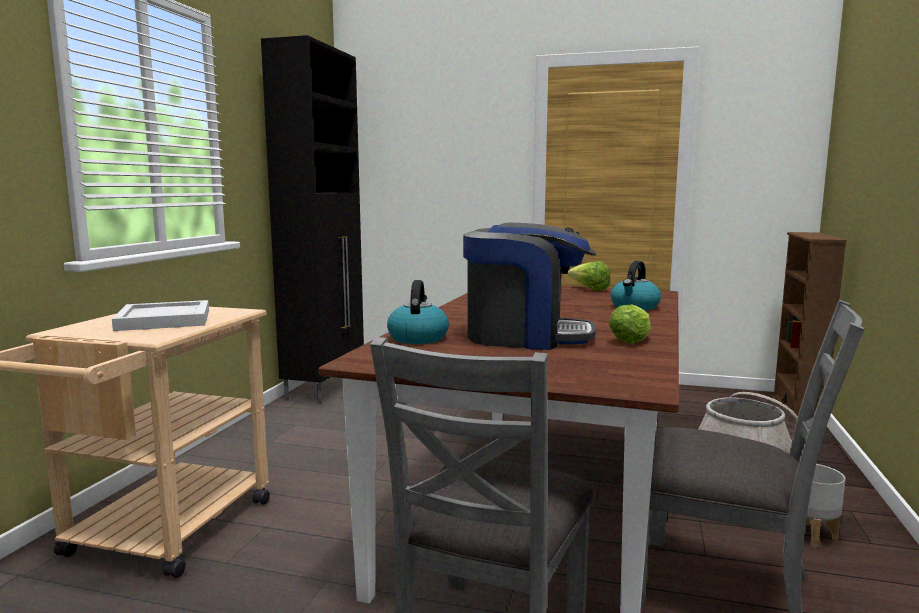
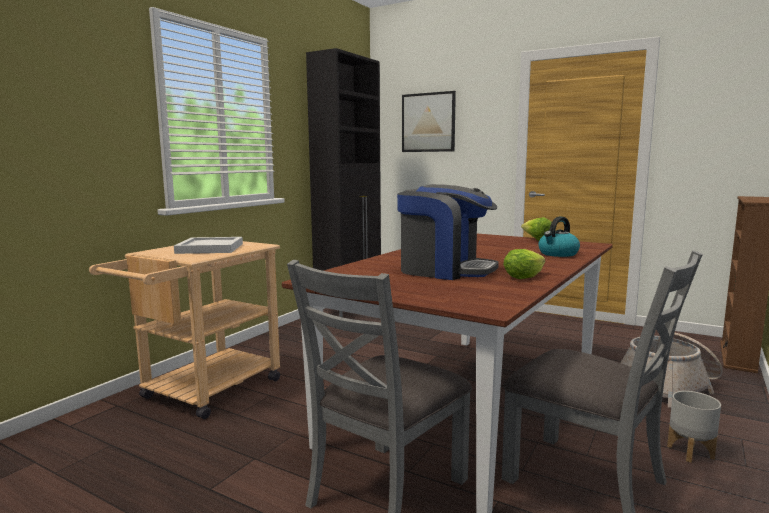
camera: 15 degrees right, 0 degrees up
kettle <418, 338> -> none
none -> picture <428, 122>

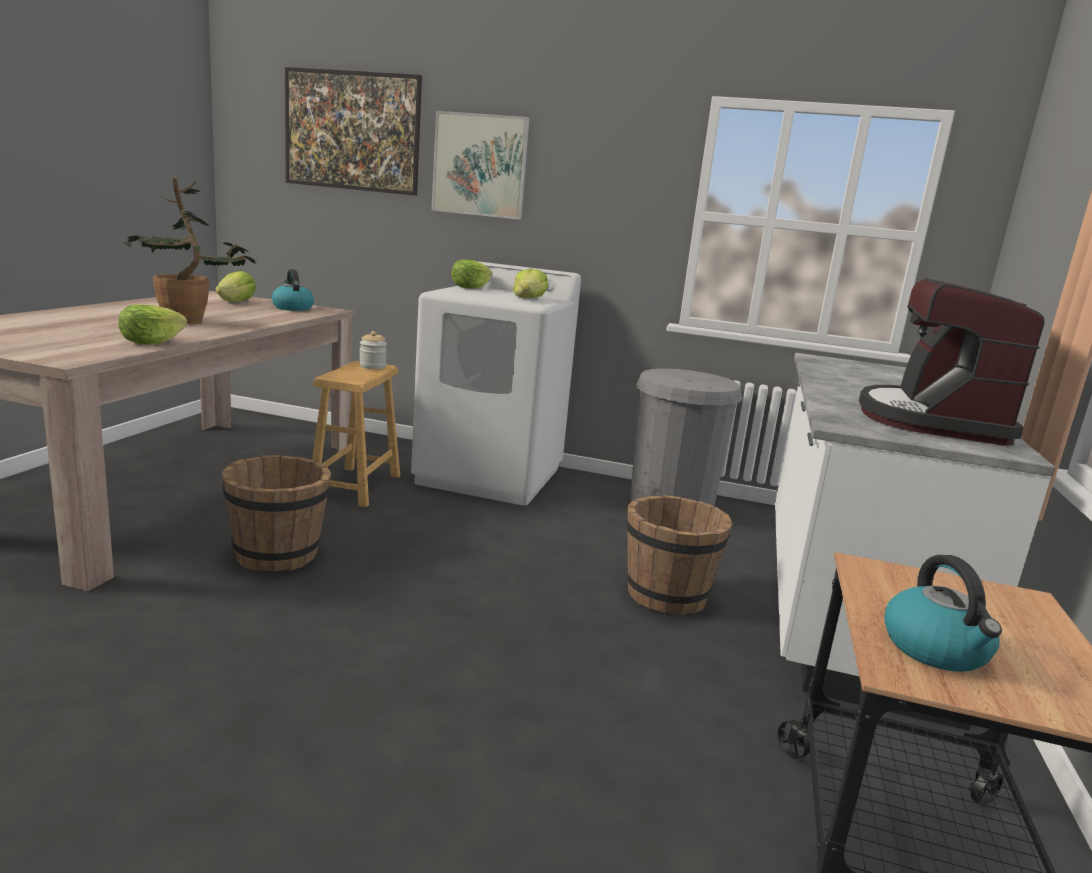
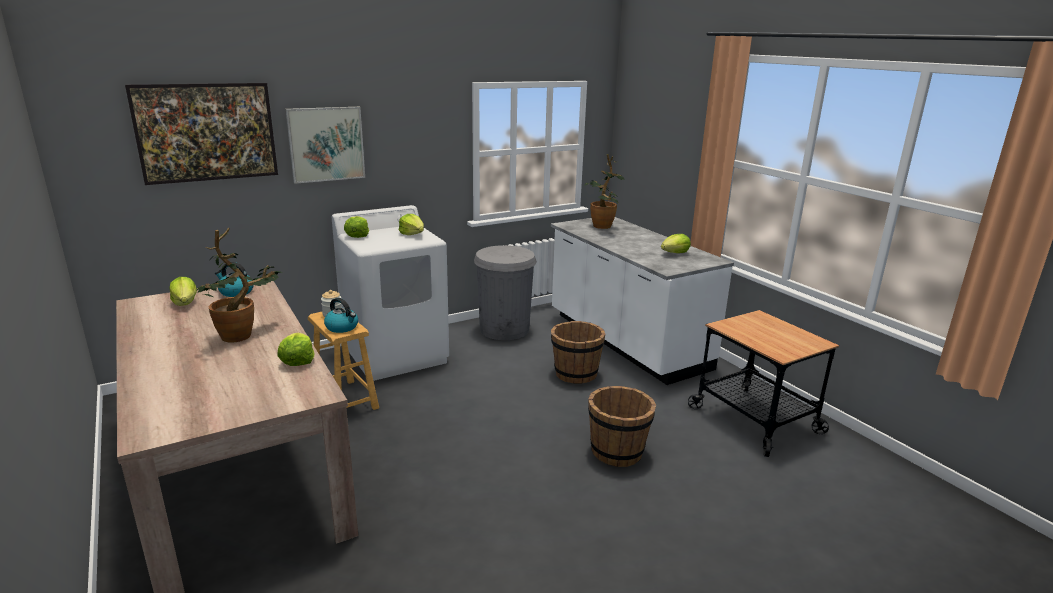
camera: 45 degrees left, 5 degrees up
coffee machine <932, 421> -> lettuce <675, 253>
brown bucket <278, 554> -> brown bucket <617, 451>, move
kettle <936, 649> -> kettle <342, 327>, move
none -> potted plant <602, 227>

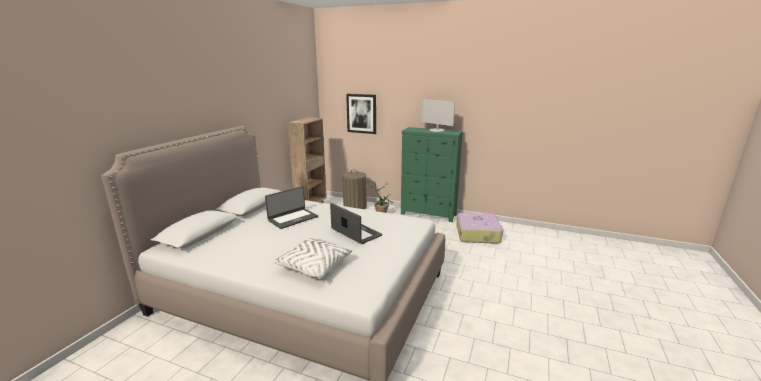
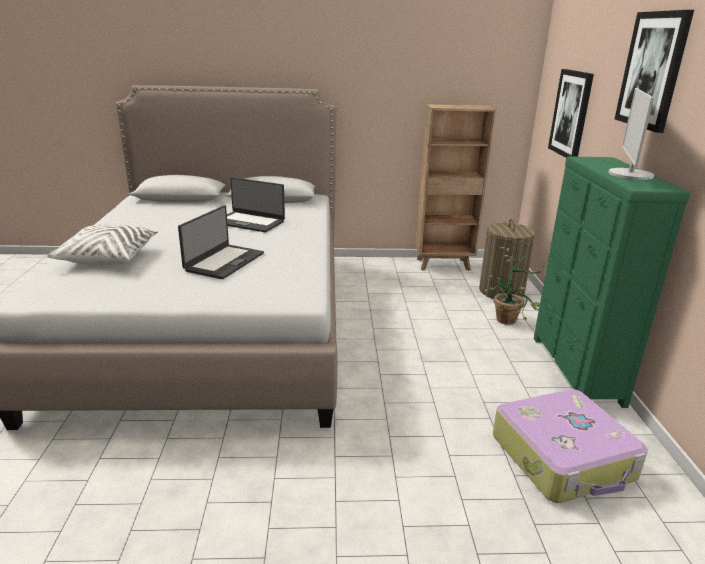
camera: 65 degrees right, 5 degrees up
none -> picture <652, 70>

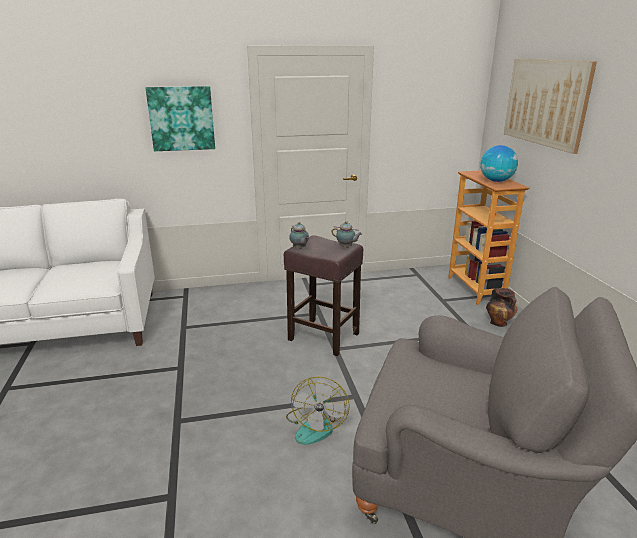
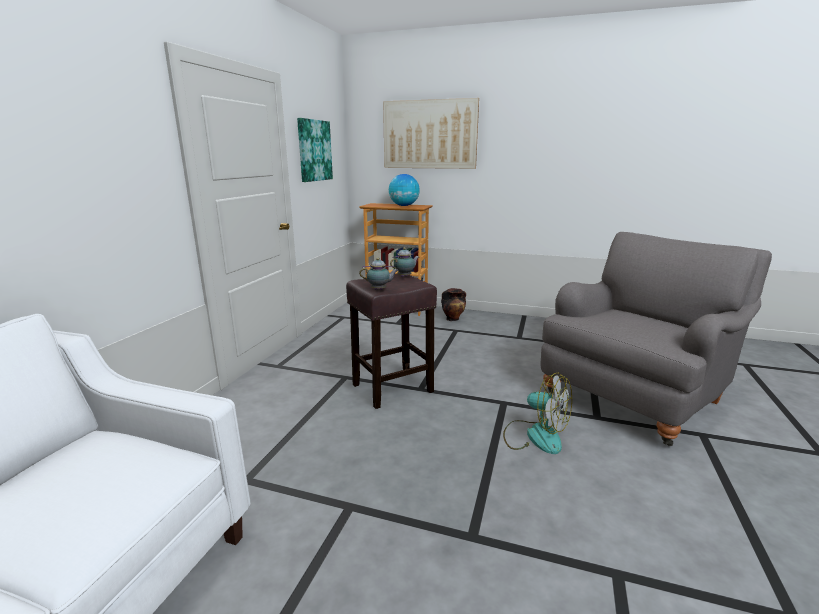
camera: 60 degrees left, 5 degrees down
picture <181, 118> -> picture <314, 150>, move

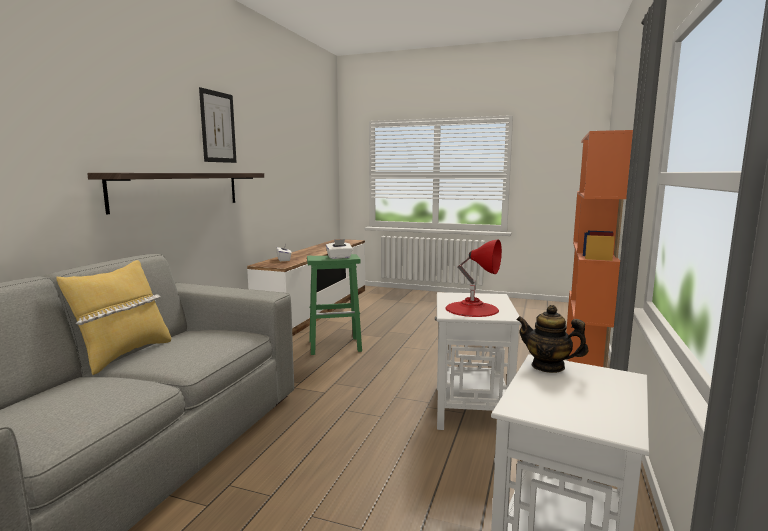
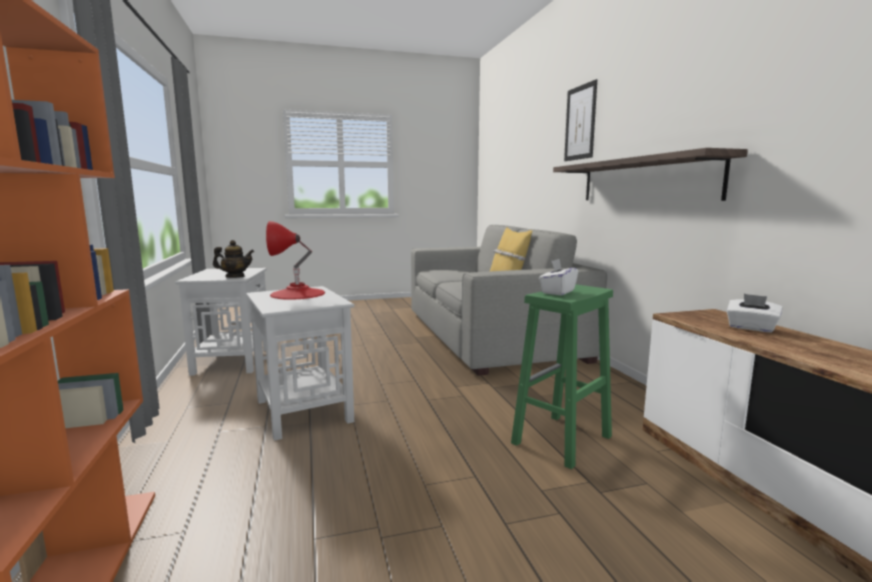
camera: 145 degrees right, 0 degrees up
picture <218, 127> -> picture <580, 122>, move

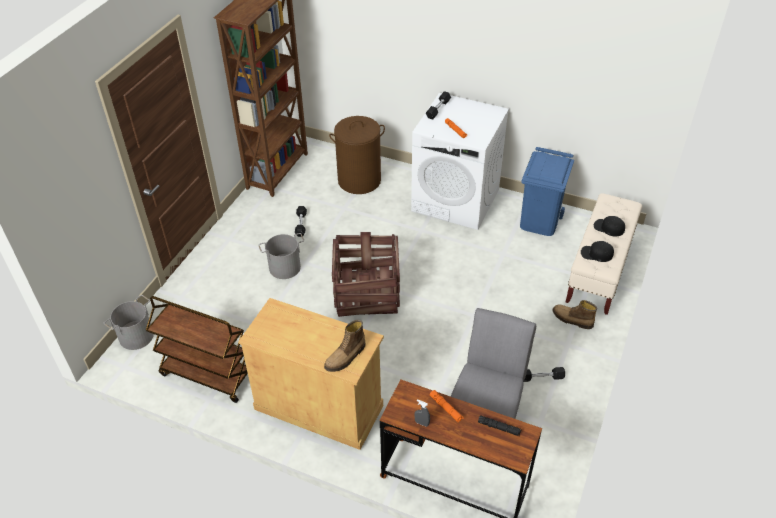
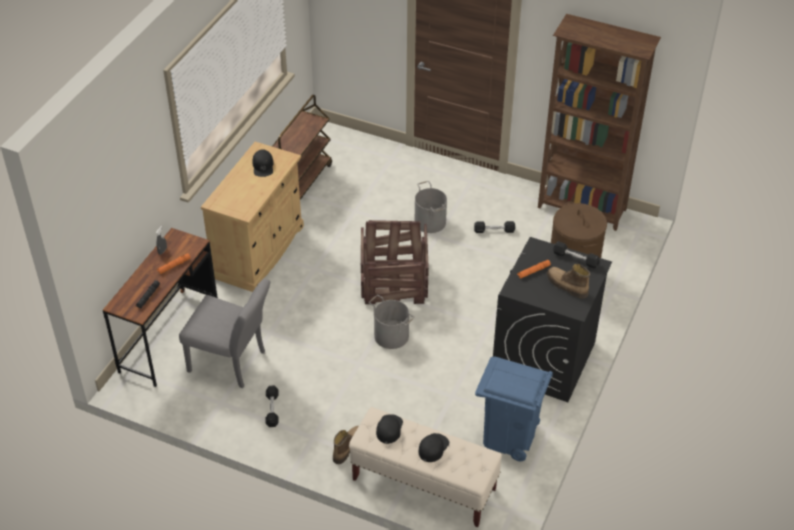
camera: 90 degrees right, 0 degrees up
white washing machine <456, 200> -> black washing machine <543, 359>
grey bucket <136, 336> -> grey bucket <391, 335>, move
boot <346, 357> -> boot <566, 286>, move
none -> black cap <263, 166>

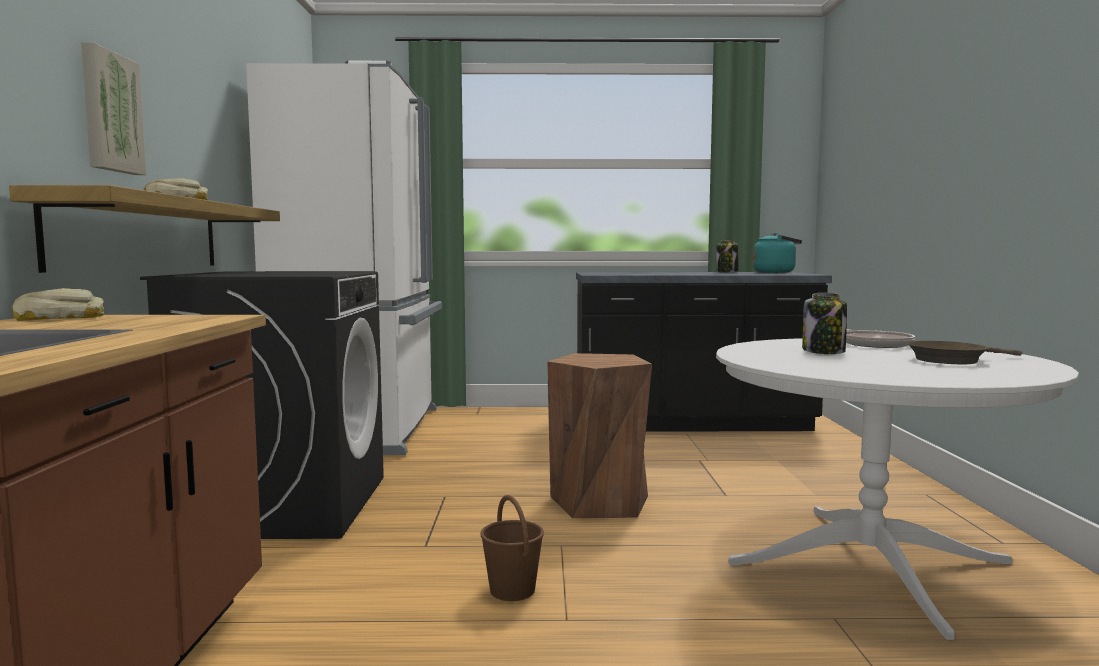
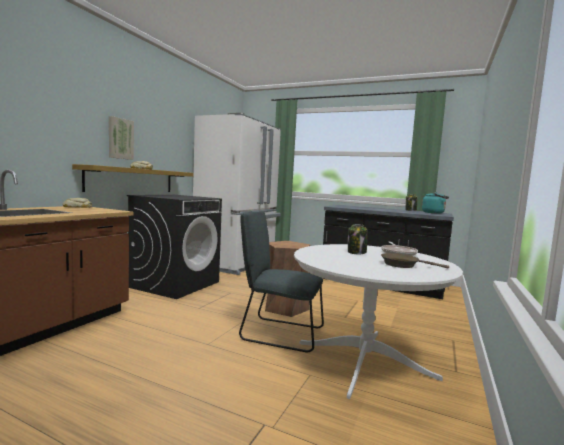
camera: 25 degrees right, 0 degrees up
brown bucket <512, 590> -> none
none -> grey chair <278, 333>

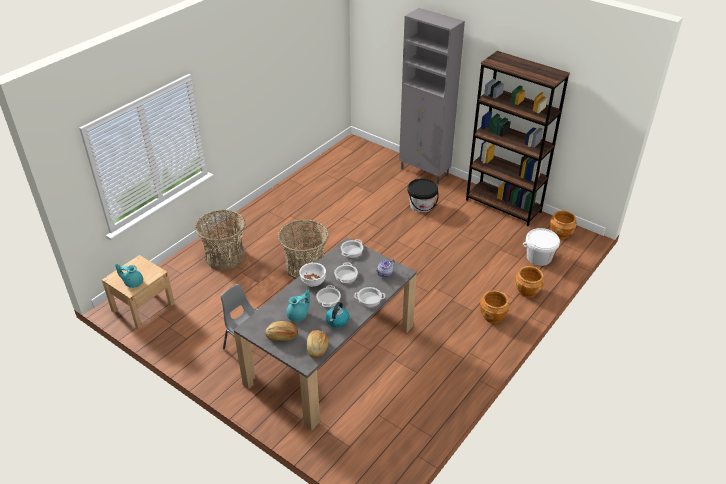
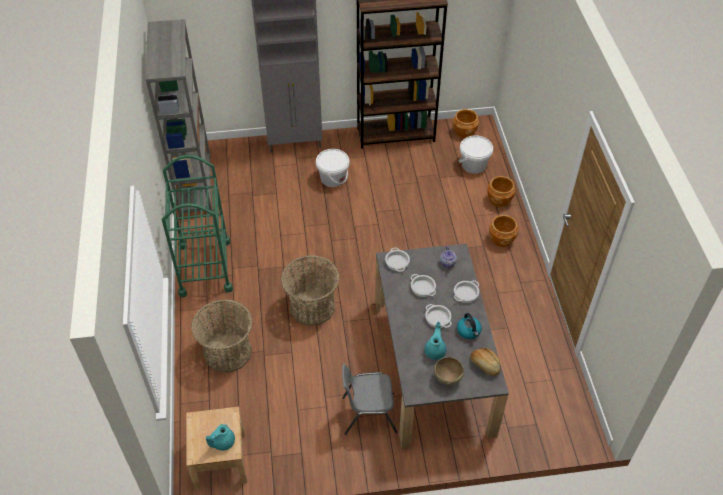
camera: 45 degrees left, 10 degrees up
black bucket <421, 205> -> white bucket <333, 178>
white bowl <313, 282> -> none
bread <281, 336> -> brown bowl <447, 378>
none -> grey bookcase <195, 186>
none -> green cart <205, 267>

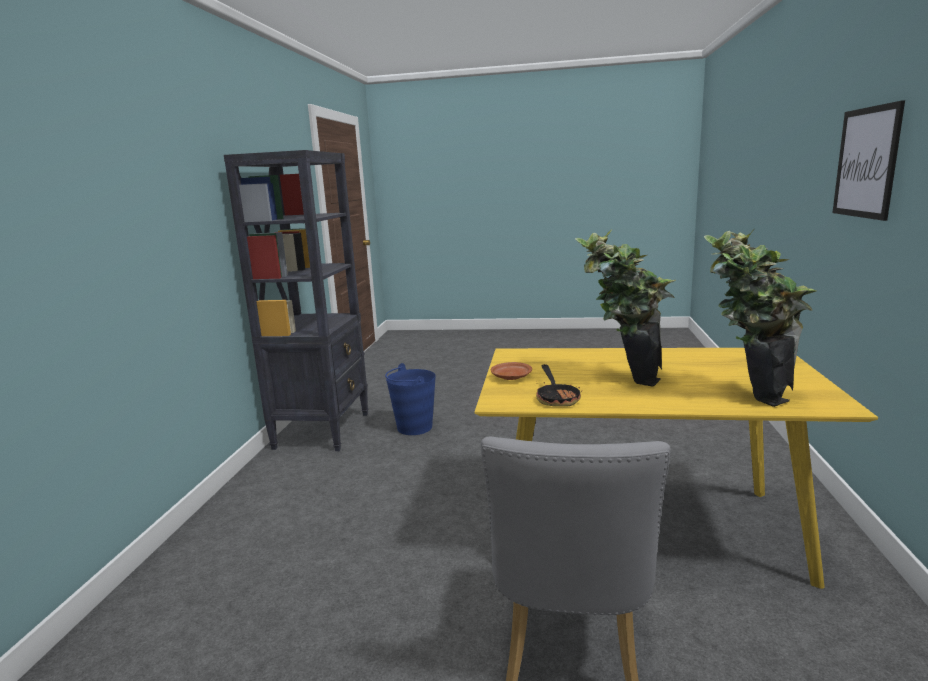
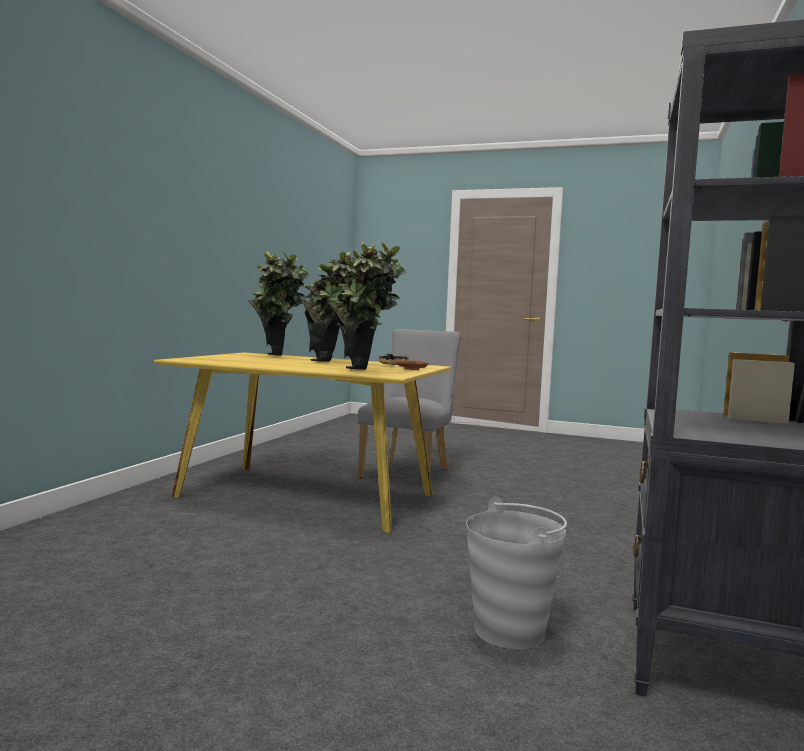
camera: 170 degrees left, 10 degrees down
picture <866, 162> -> none
blue bucket <414, 427> -> grey bucket <510, 630>
none -> potted plant <364, 372>

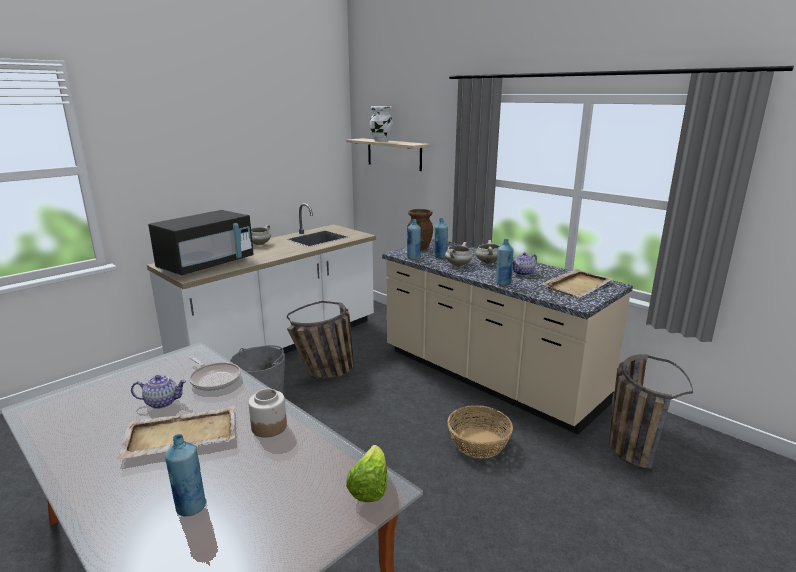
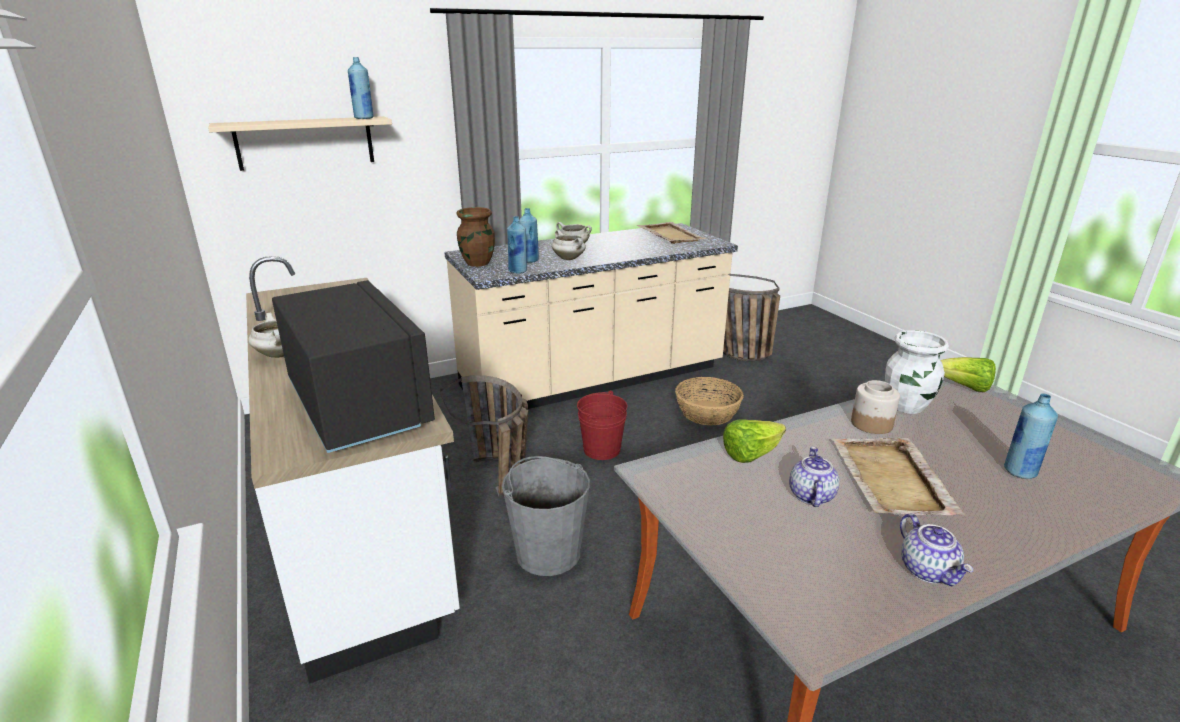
camera: 70 degrees left, 5 degrees up
white vase <381, 141> -> white vase <907, 407>, move
blue bottle <503, 283> -> blue bottle <364, 118>, move
teapot <523, 273> -> teapot <928, 570>, move
frying pan <214, 379> -> lettuce <751, 454>
none -> red bucket <602, 449>

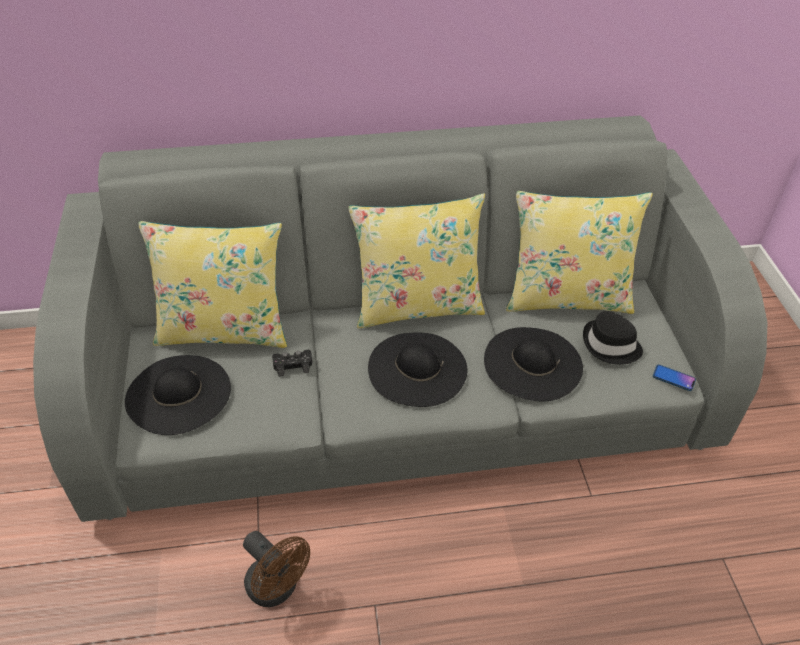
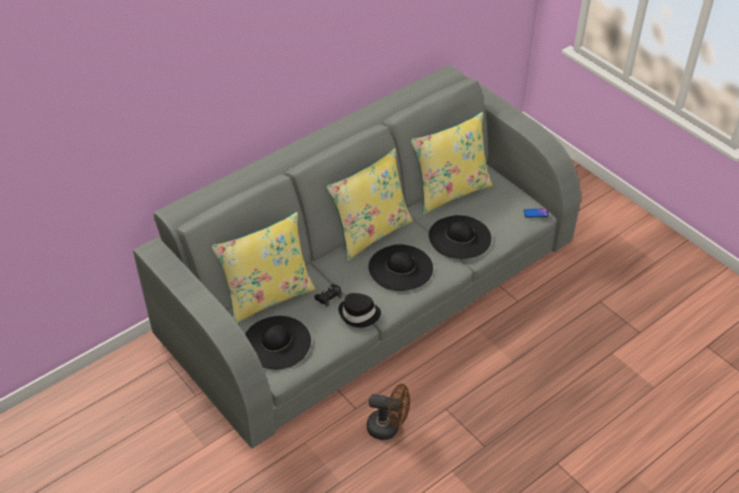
camera: 30 degrees left, 0 degrees up
black hat <610, 345> -> black hat <359, 314>, move

